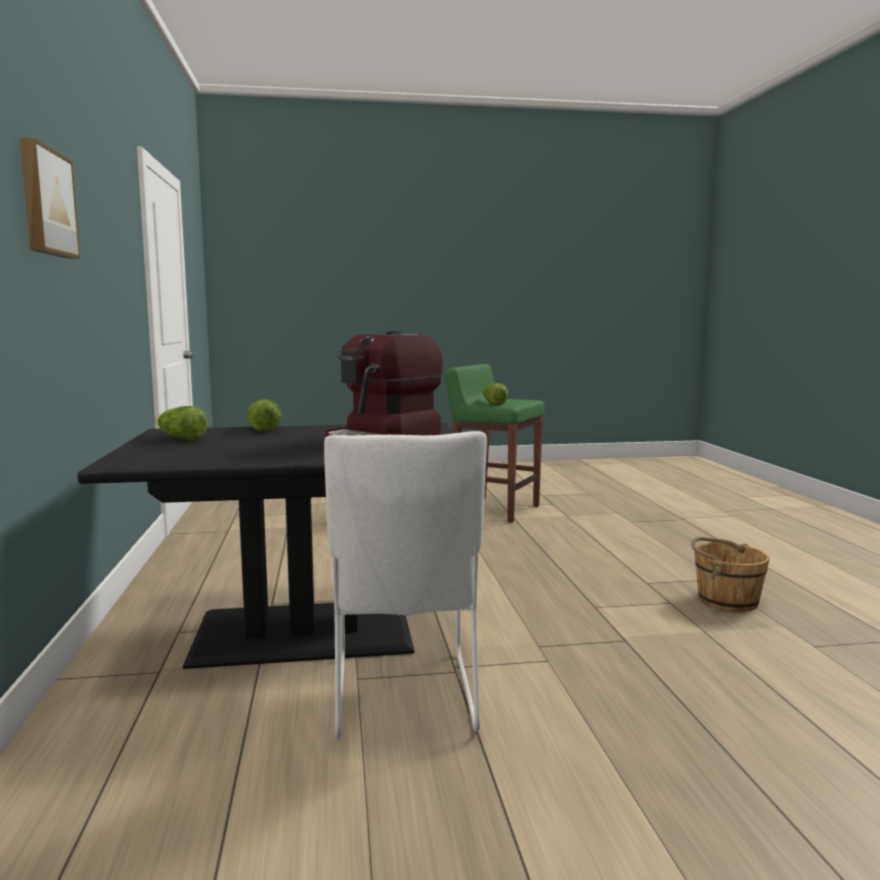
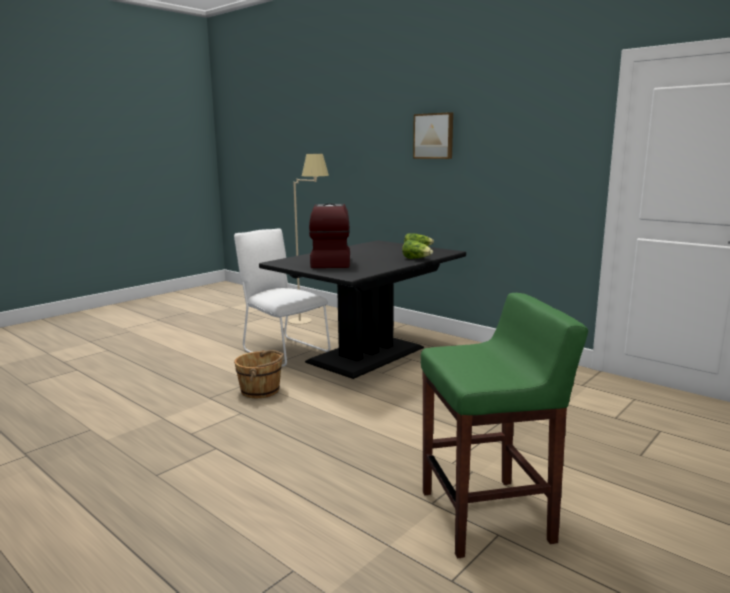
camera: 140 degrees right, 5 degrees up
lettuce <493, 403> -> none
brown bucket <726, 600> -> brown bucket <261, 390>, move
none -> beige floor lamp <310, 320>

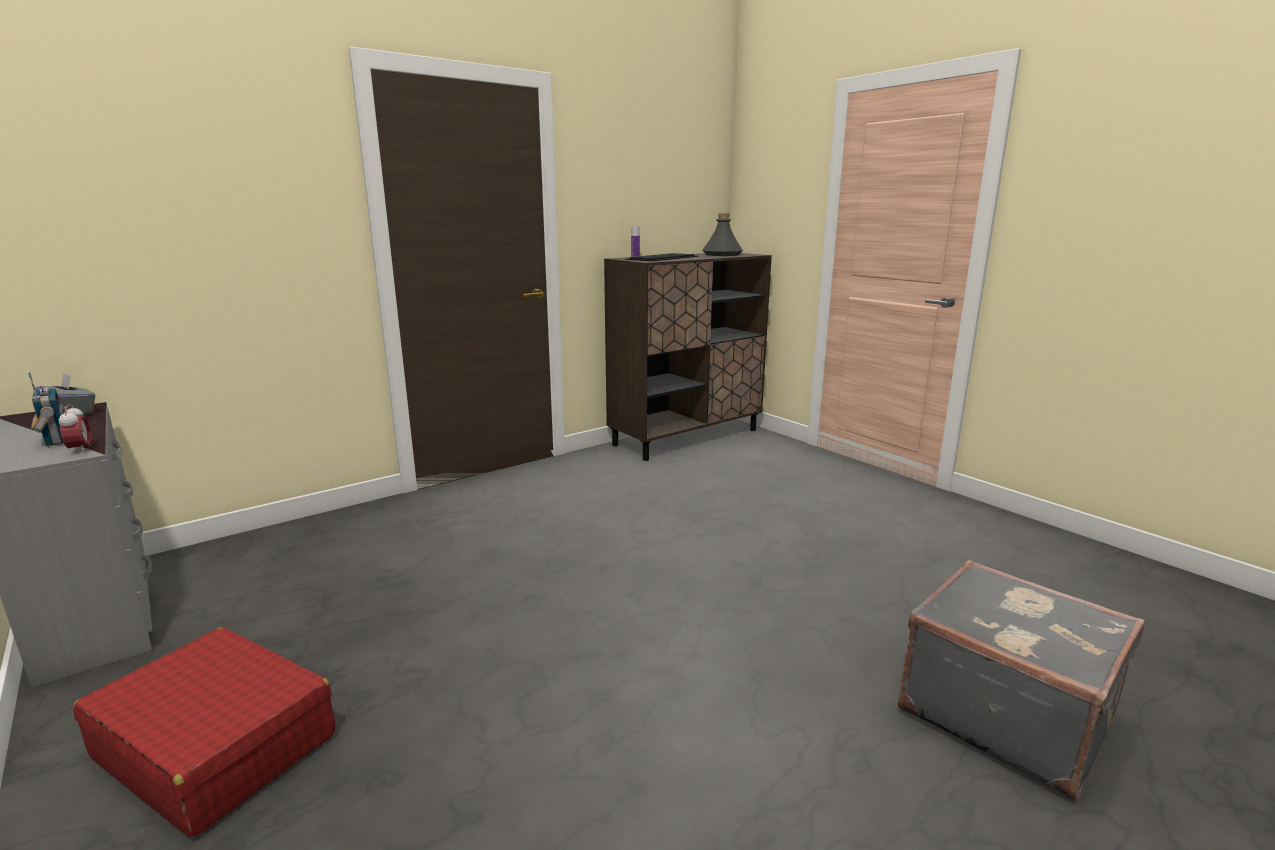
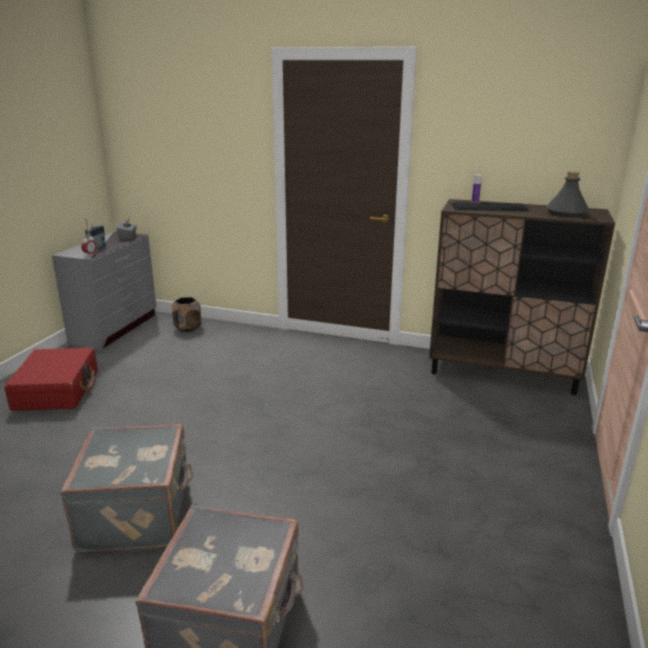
camera: 55 degrees right, 5 degrees up
none -> brown planter <188, 328>
none -> grey suitcase <138, 513>

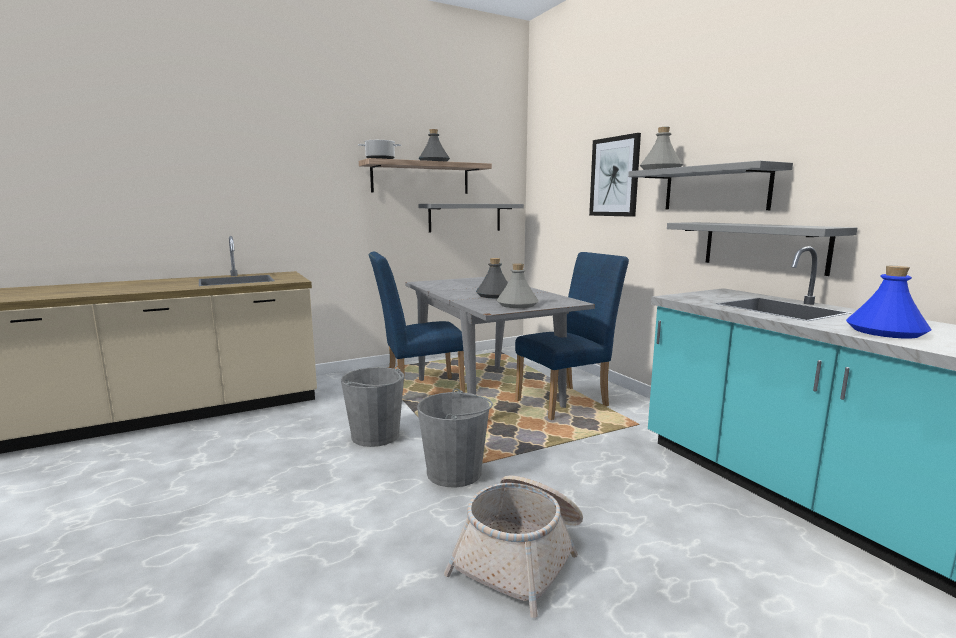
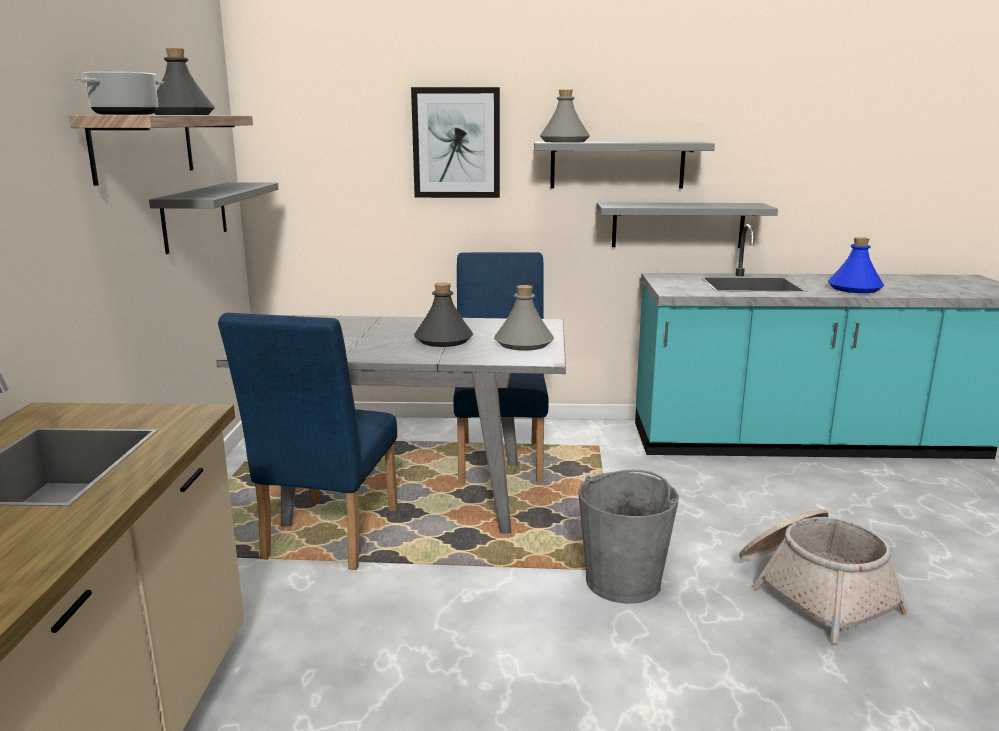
camera: 60 degrees left, 5 degrees up
grey bucket <375, 436> -> none

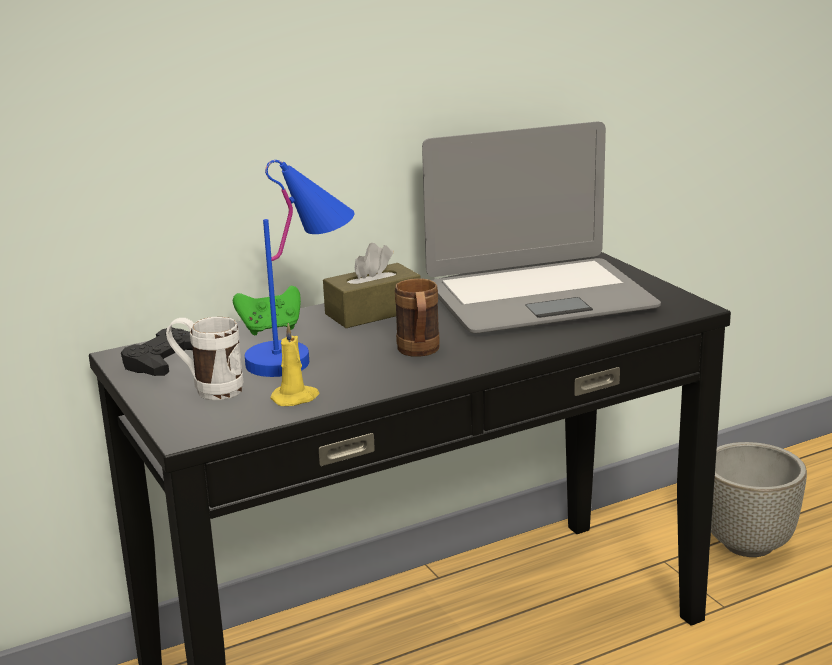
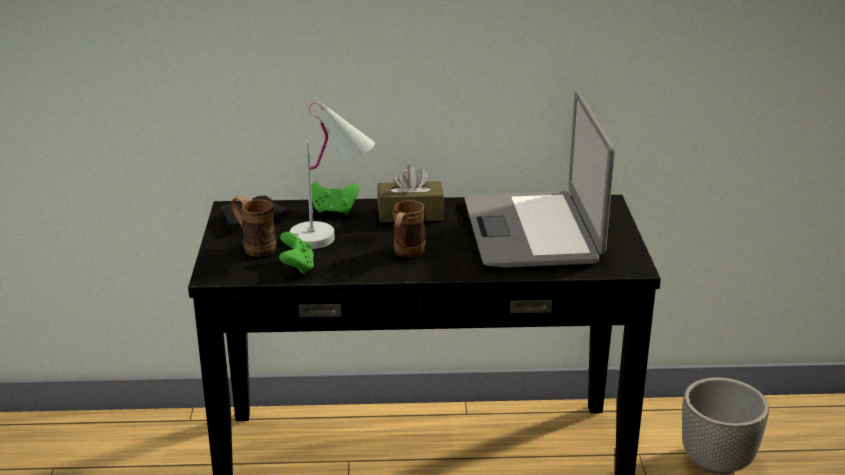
camera: 25 degrees right, 5 degrees up
laptop <538, 298> -> laptop <532, 231>, 75 degrees clockwise
blue table lamp <304, 356> -> white table lamp <333, 237>
white mug <208, 390> -> brown mug <254, 247>
yellow candle <296, 398> -> green game controller <297, 267>

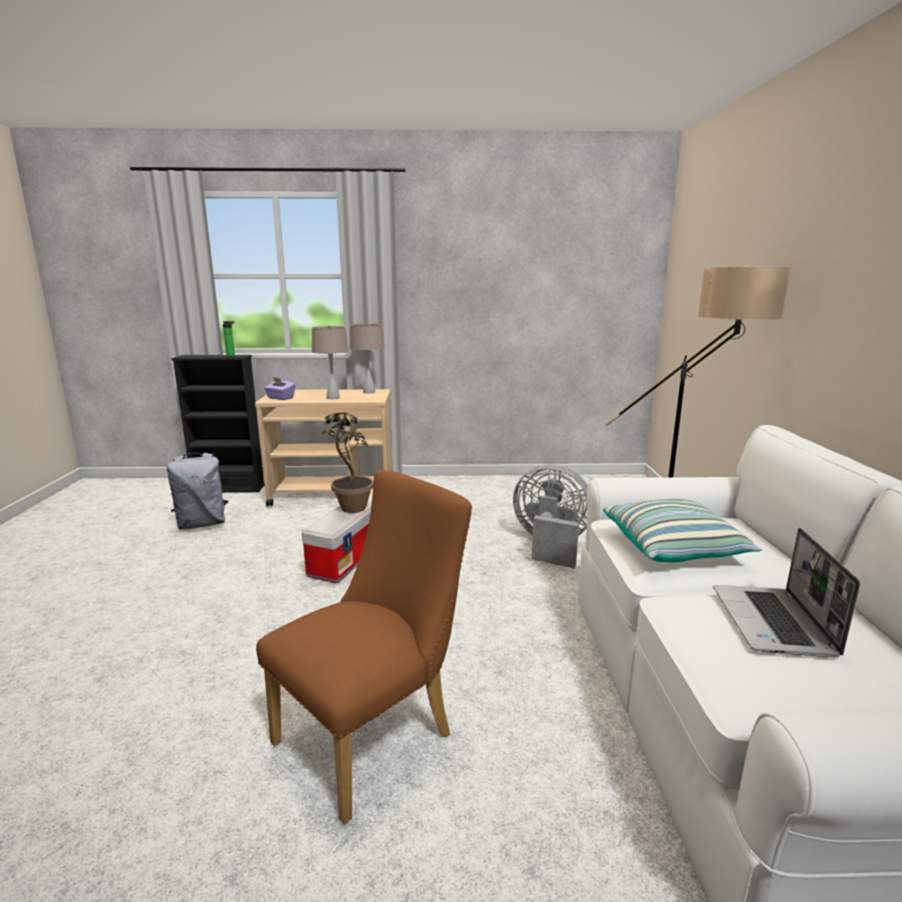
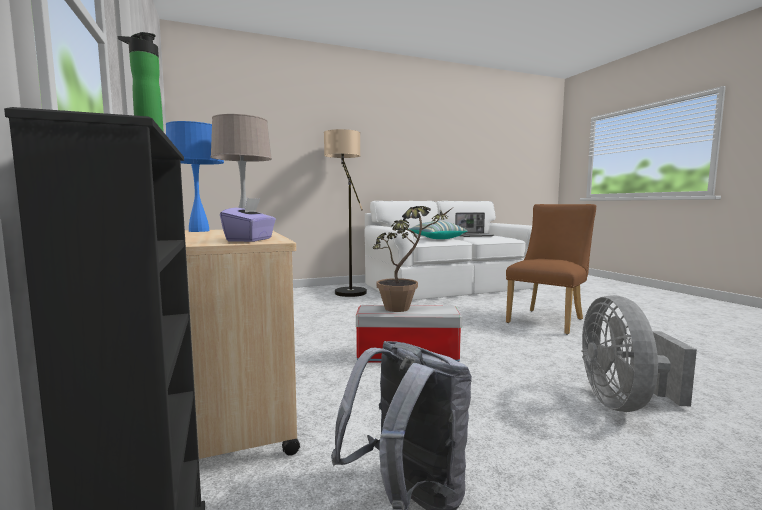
camera: 110 degrees left, 10 degrees down
beige table lamp <369, 392> -> blue table lamp <199, 231>
grey fan <550, 545> -> grey fan <624, 403>, move
brown chair <374, 733> -> brown chair <548, 320>, 105 degrees clockwise

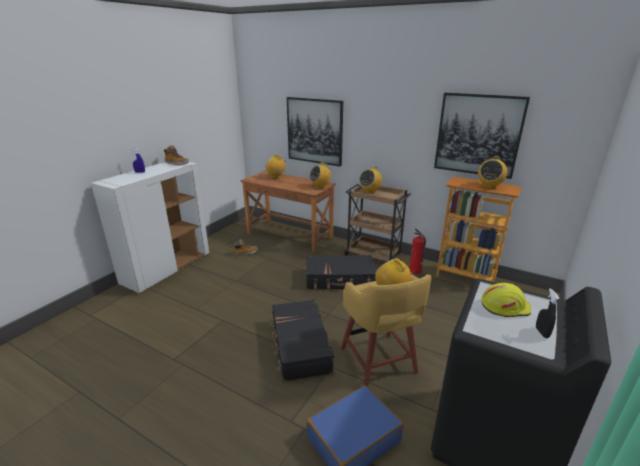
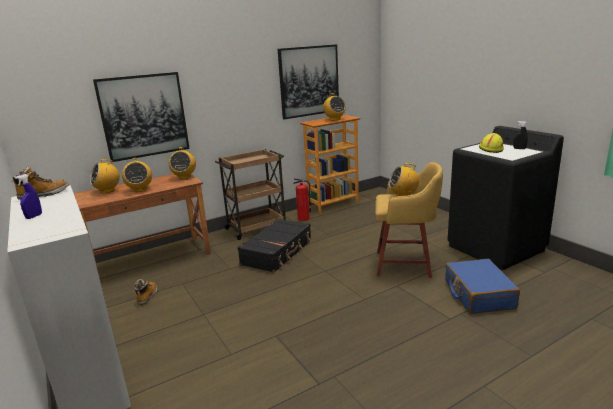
camera: 60 degrees left, 5 degrees down
radio <370, 191> -> radio <140, 189>, move
black suitcase <300, 346> -> none

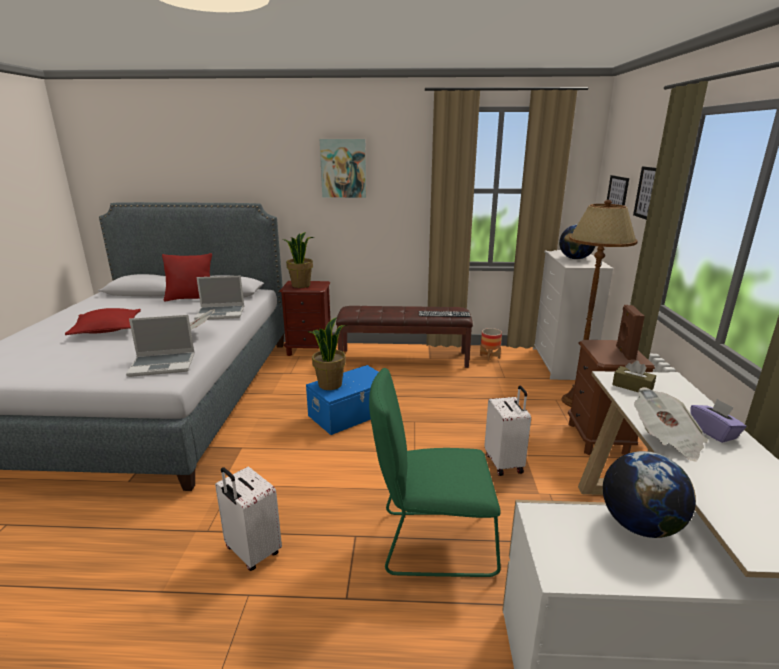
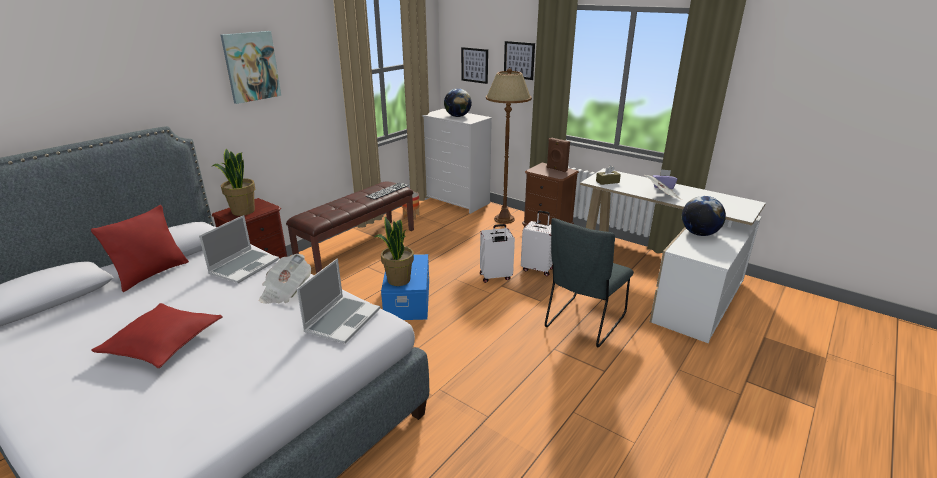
camera: 55 degrees left, 5 degrees up
green chair <431, 542> -> grey chair <583, 323>
white suitcase <252, 552> -> white suitcase <495, 277>, move

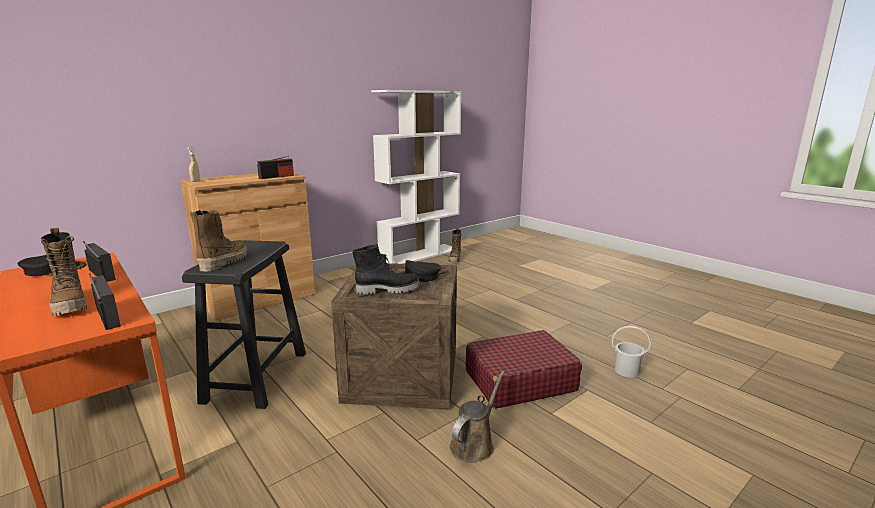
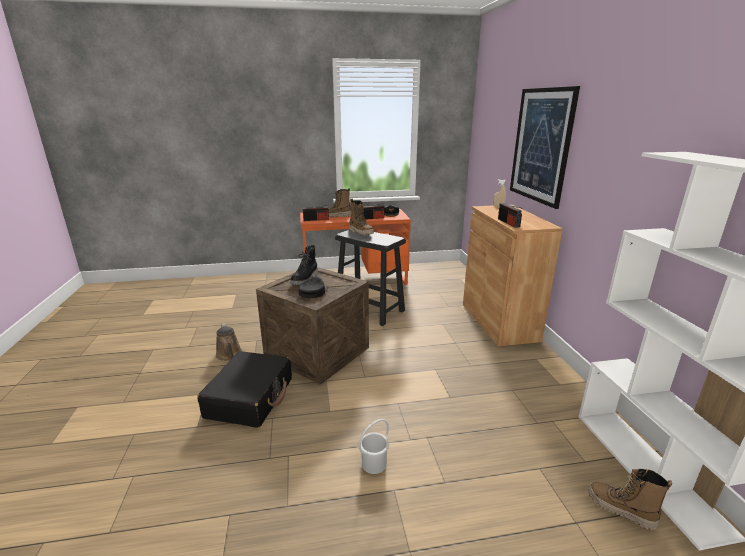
camera: 120 degrees right, 5 degrees up
white bucket <626, 370> -> white bucket <374, 464>, move
red suitcase <519, 381> -> black suitcase <250, 397>
none -> picture <541, 145>

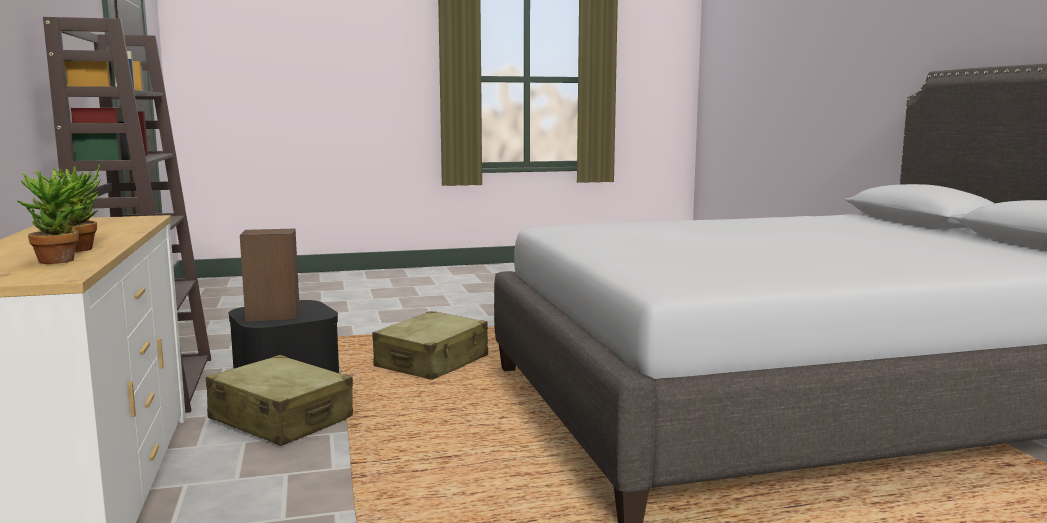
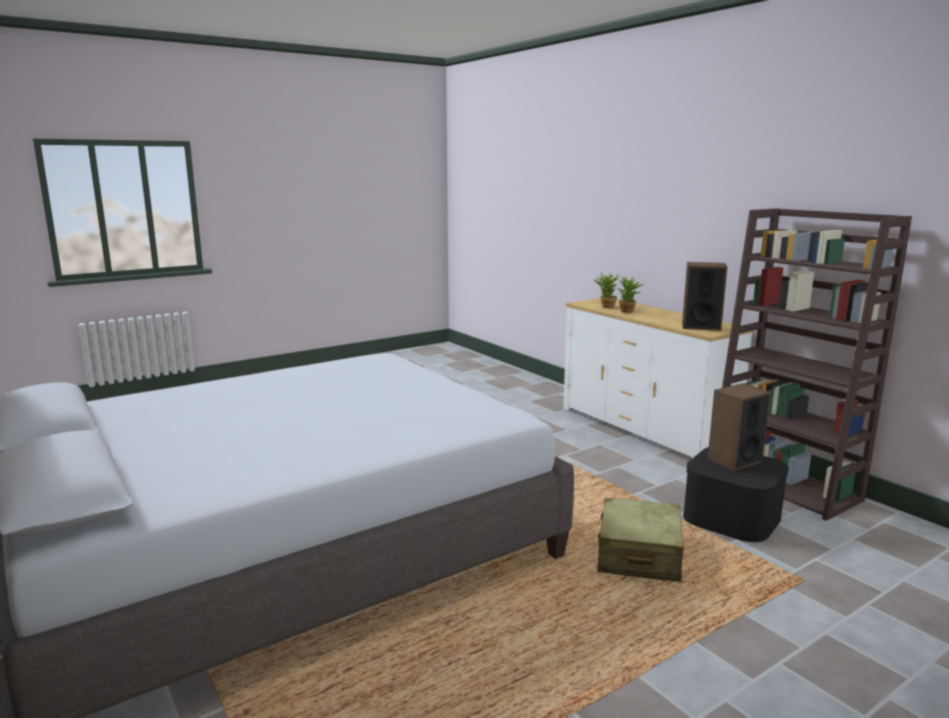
camera: 160 degrees right, 5 degrees up
beige suitcase <281, 419> -> none
none -> speaker <700, 326>

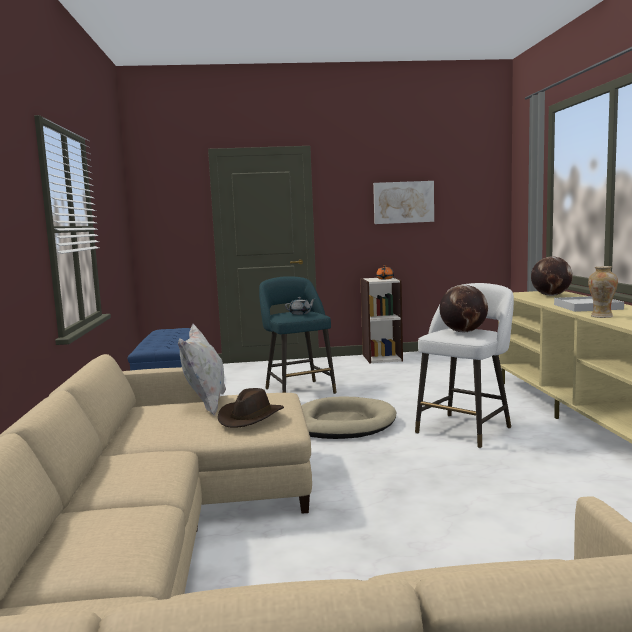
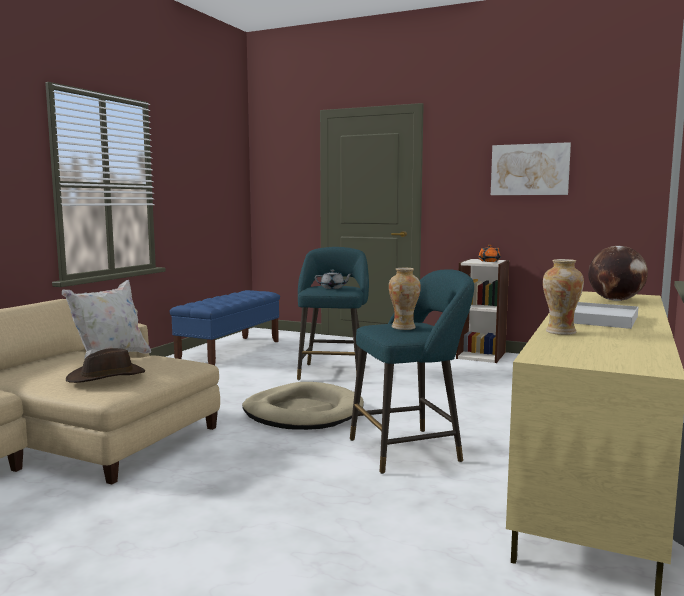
camera: 30 degrees right, 0 degrees up
white stool <466, 429> -> turquoise stool <410, 450>
globe <463, 332> -> vase <403, 327>

